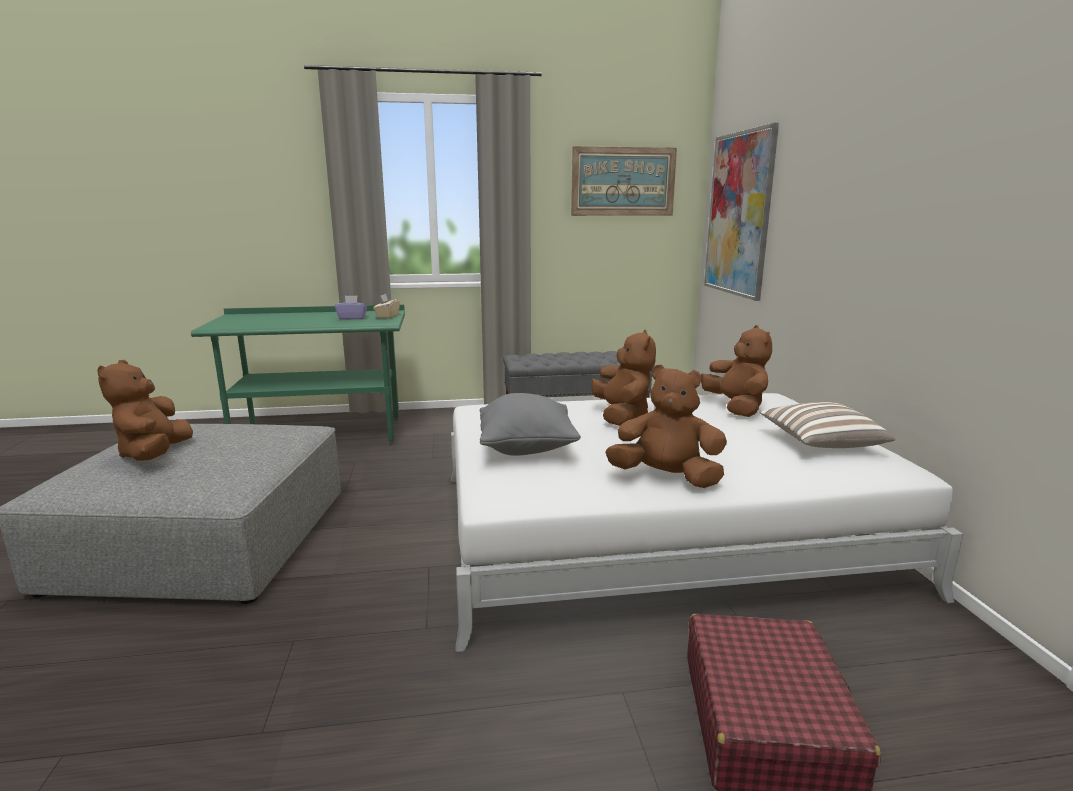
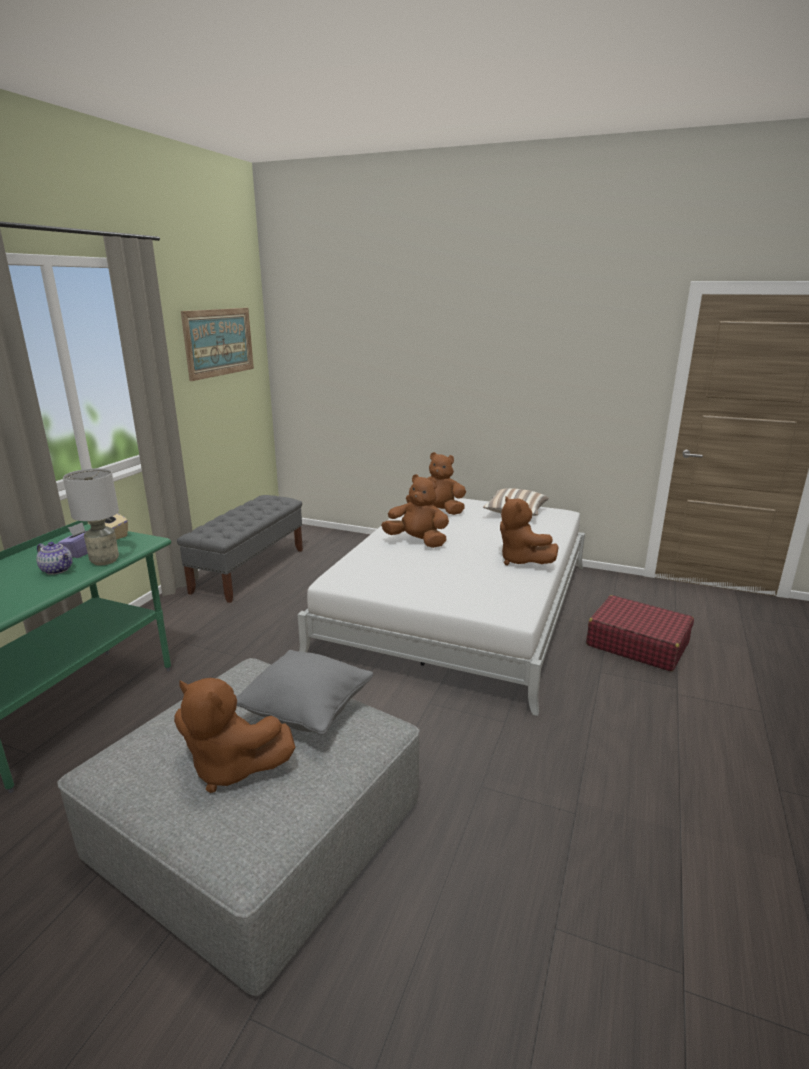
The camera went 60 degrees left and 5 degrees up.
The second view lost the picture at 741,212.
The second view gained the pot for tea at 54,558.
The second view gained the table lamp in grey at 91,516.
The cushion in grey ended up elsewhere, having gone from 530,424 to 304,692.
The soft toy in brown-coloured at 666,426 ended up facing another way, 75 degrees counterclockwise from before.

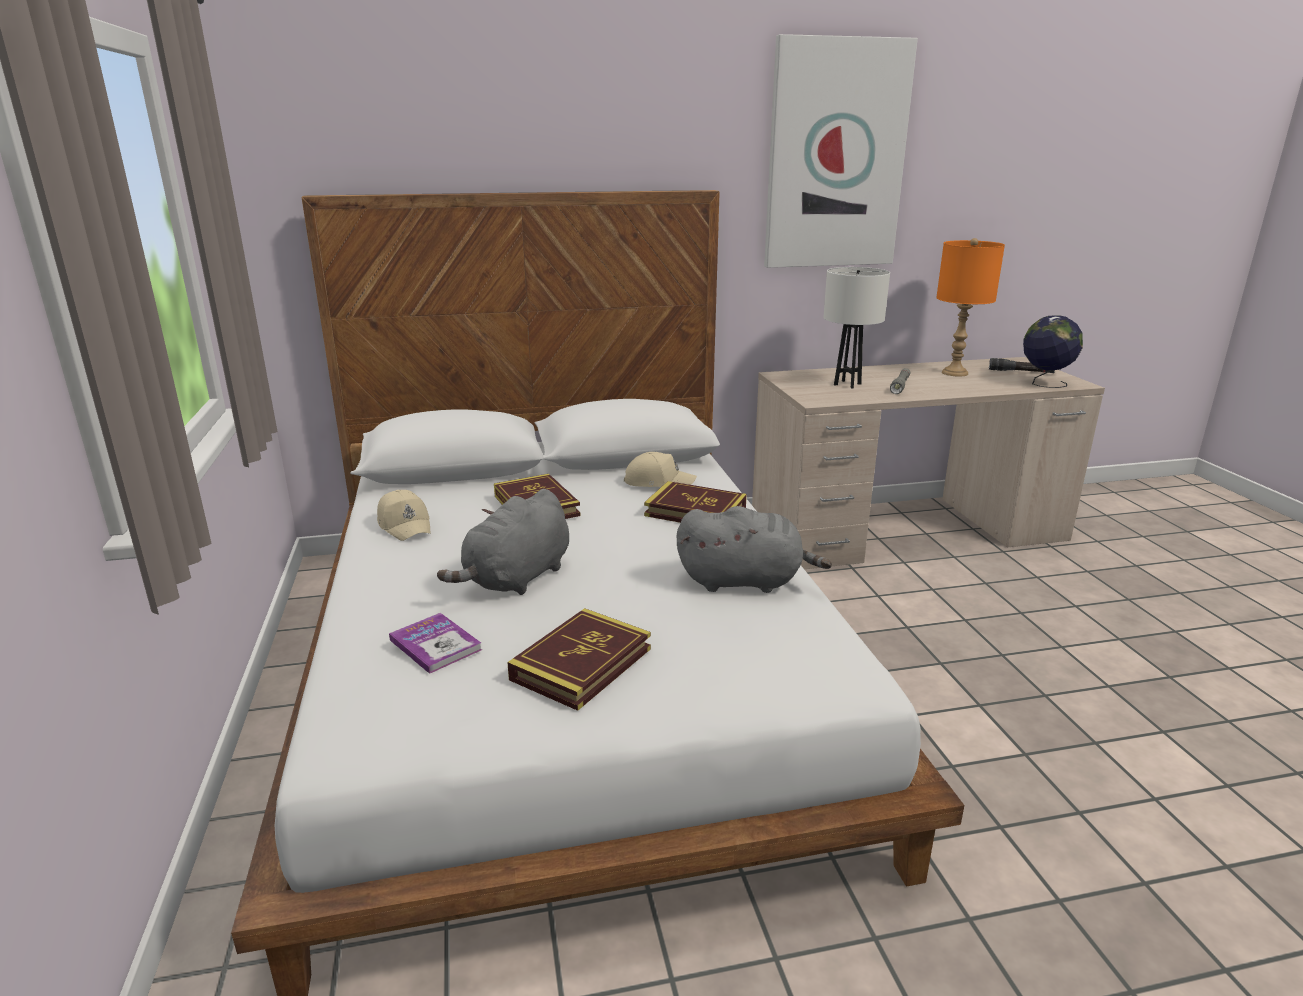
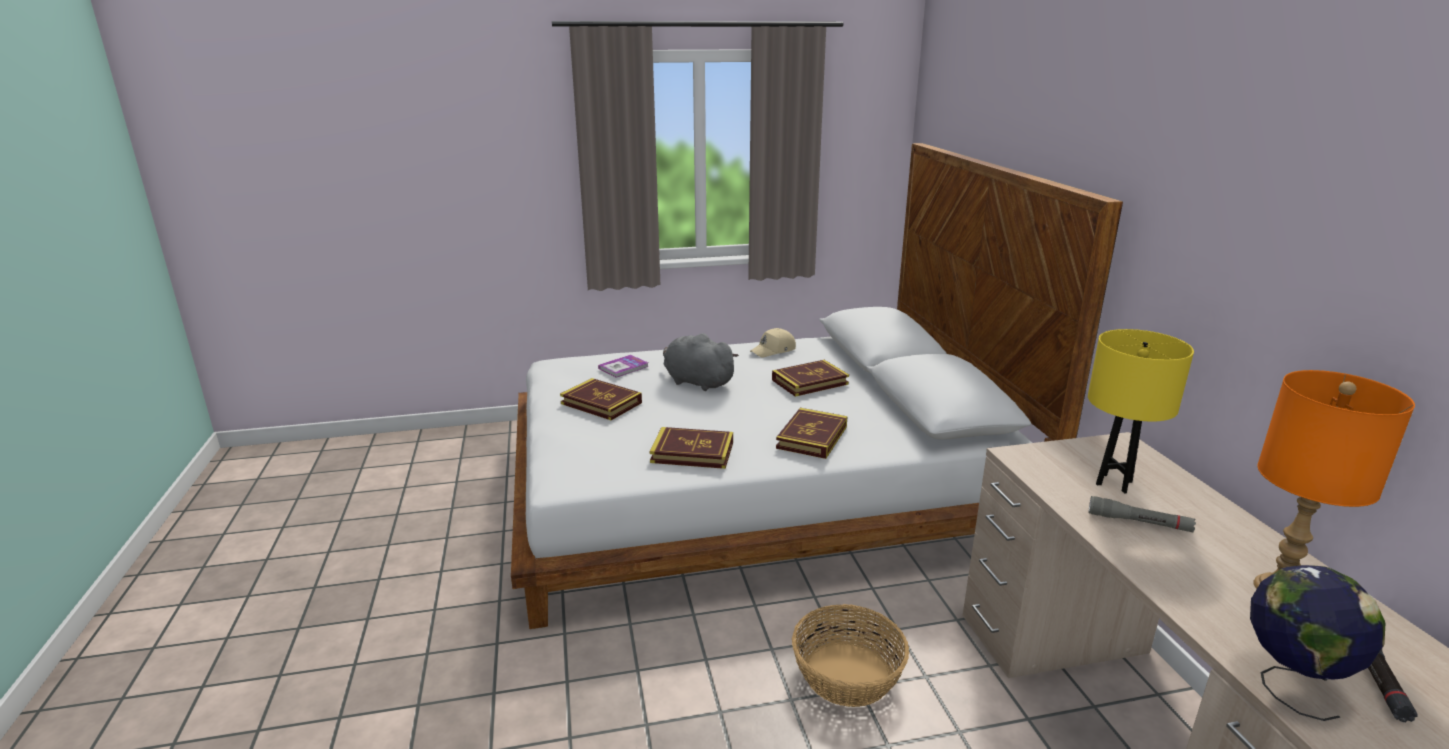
The camera went 90 degrees right and 0 degrees up.
The second view lost the cap in sand-coloured at 660,469.
The second view lost the picture at 841,151.
The second view gained the basket at 850,655.
Where the soft toy in grey stood at 754,549, the volume came to stand at 691,448.
What was the table lamp in white at 856,328 turned into the table lamp in yellowish at 1141,411.

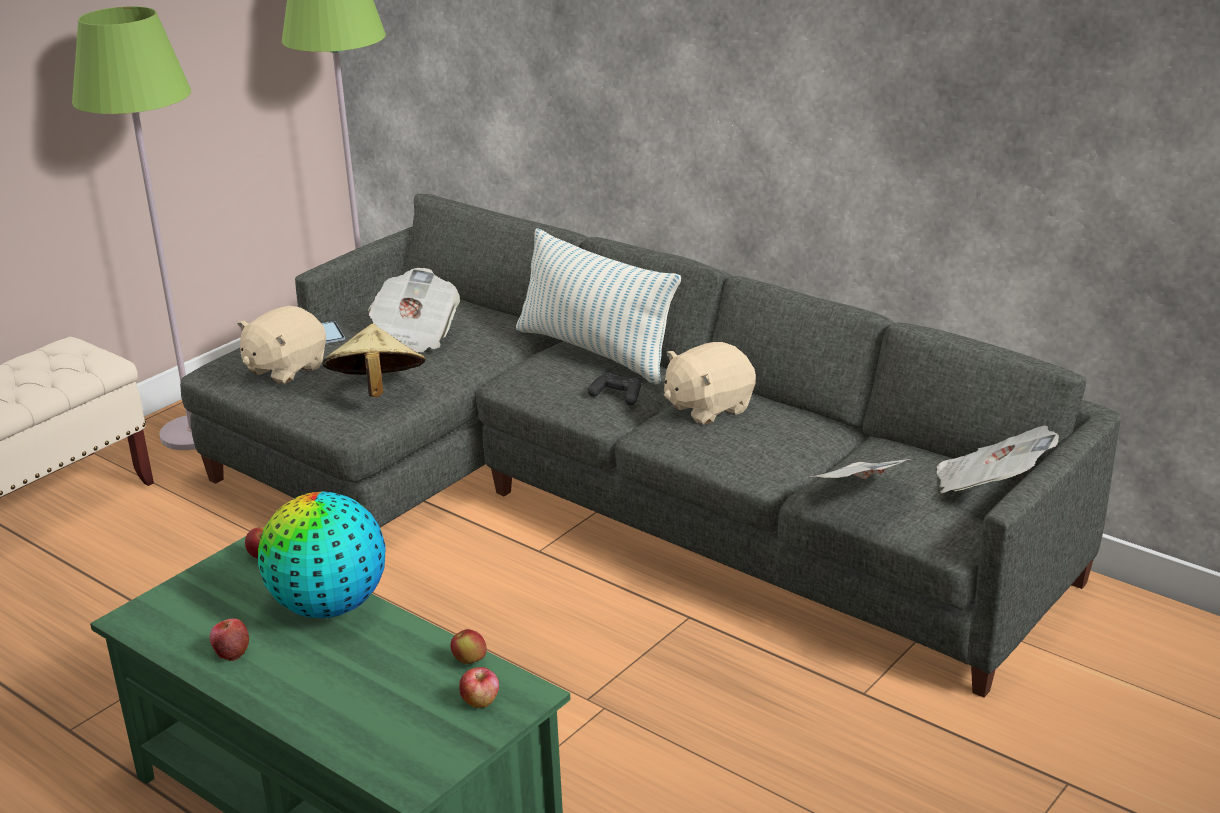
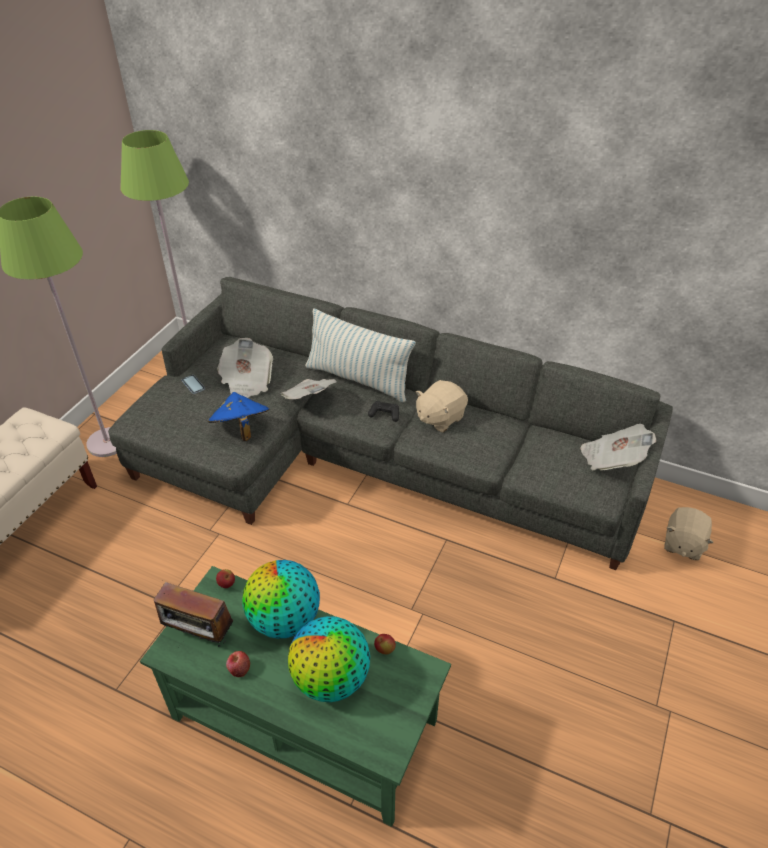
The camera went 15 degrees left and 15 degrees up.
The second view lost the apple fruit at 479,687.
The second view gained the radio at 193,615.
The second view gained the globe at 329,659.
The soft toy in sand-coloured ended up elsewhere, having gone from 281,345 to 688,533.
The printed paper ended up elsewhere, having gone from 863,468 to 308,389.
What was the wearable hat in sand-coloured at 374,360 turned into the wearable hat in bluish at 239,416.

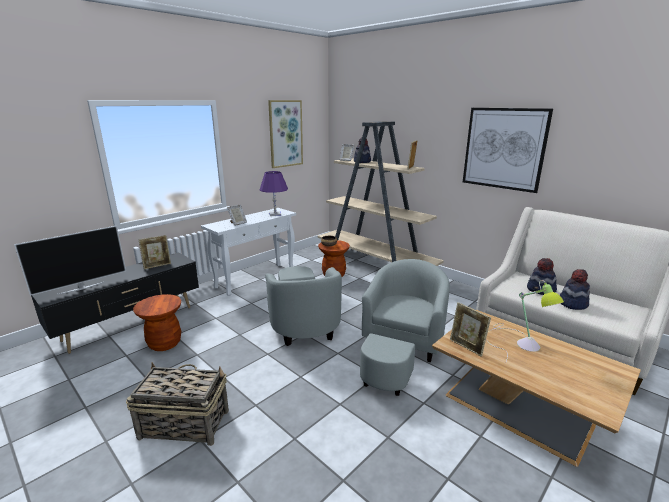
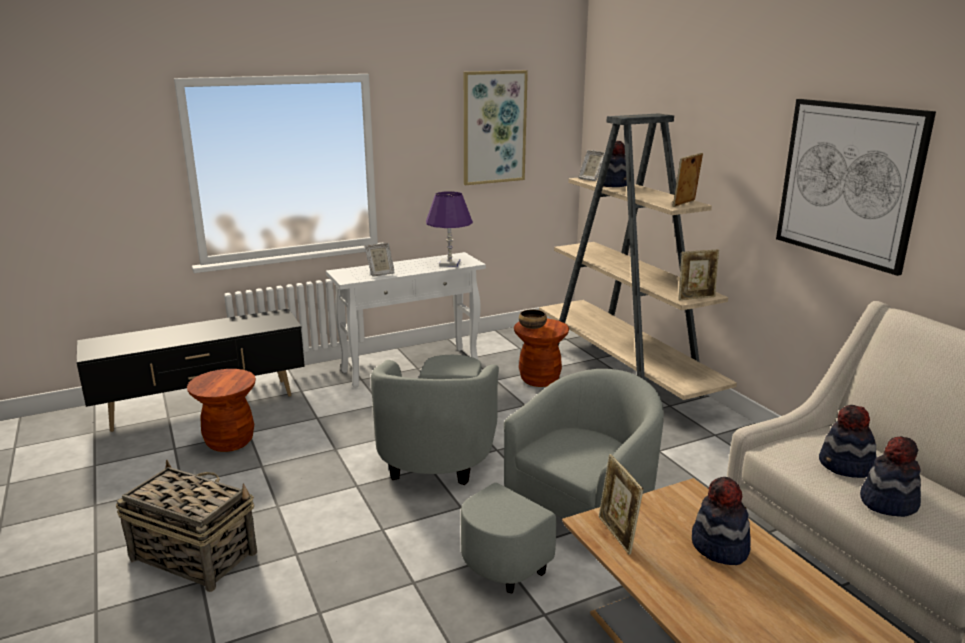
The camera went 20 degrees right and 0 degrees up.
The second view lost the TV at 70,261.
The photo frame ended up elsewhere, having gone from 155,252 to 698,275.
Where the table lamp stood at 525,321, the wearable hat came to stand at 721,521.

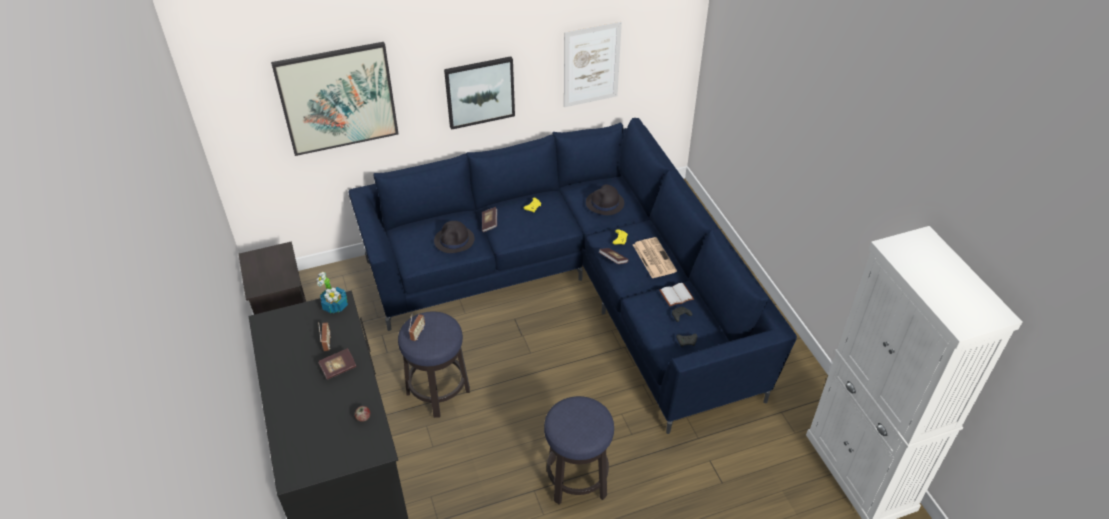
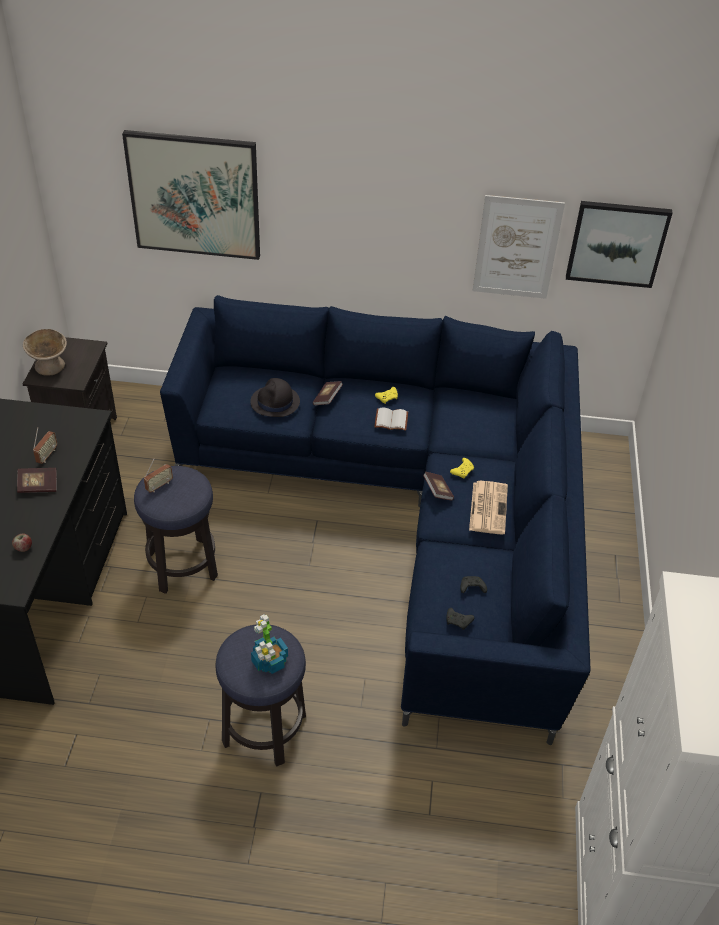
The camera went 25 degrees right and 0 degrees up.
The second view lost the wearable hat in black at 605,199.
The second view gained the bowl in sand-coloured at 45,352.
The potted plant ended up elsewhere, having gone from 332,292 to 269,644.
The picture ended up elsewhere, having gone from 479,93 to 619,244.
The volume in white ended up elsewhere, having gone from 676,294 to 391,419.

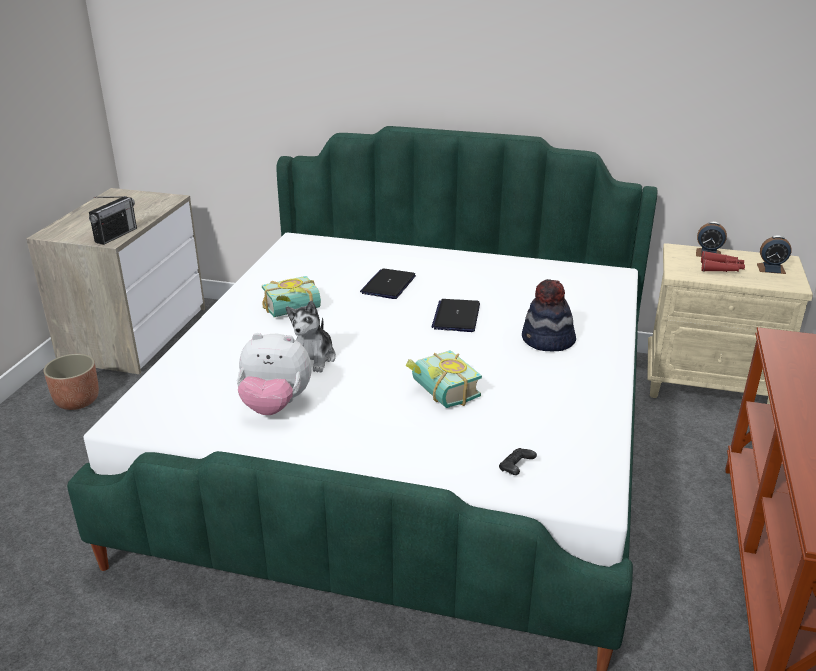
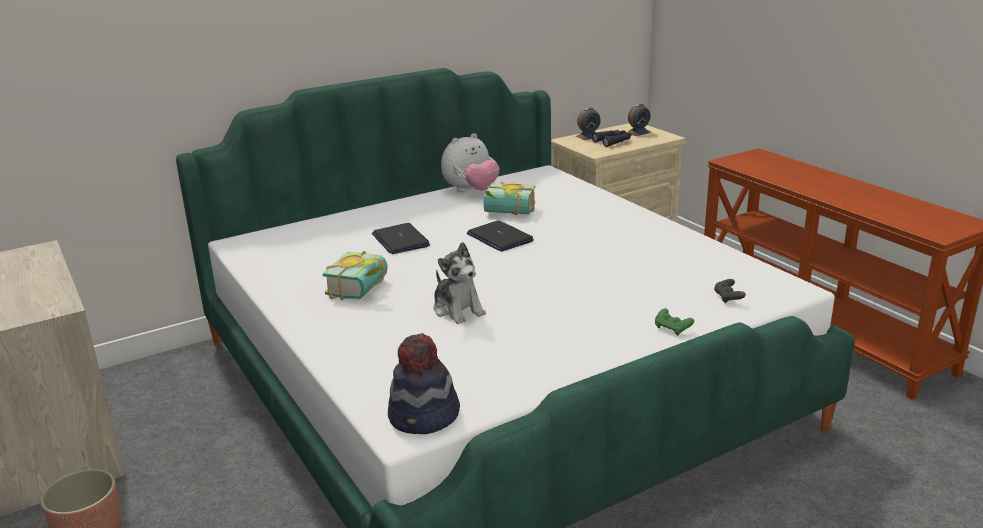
The camera went 45 degrees left and 5 degrees down.
The second view lost the radio at 113,220.
The second view gained the gamepad in greenish at 674,321.
The soft toy ended up elsewhere, having gone from 274,374 to 470,162.
The volume ended up elsewhere, having gone from 444,379 to 509,198.
The wearable hat ended up elsewhere, having gone from 549,315 to 424,383.
What was the pair of binoculars in red at 723,261 turned into the pair of binoculars in black at 611,138.

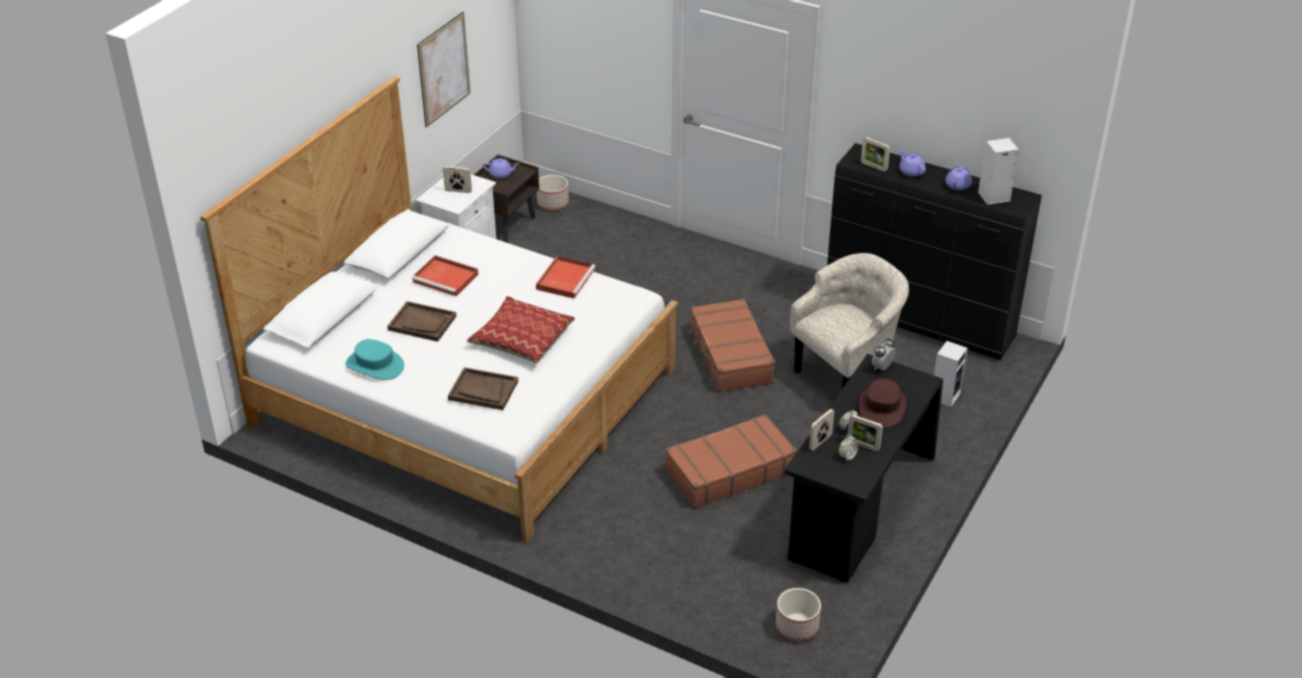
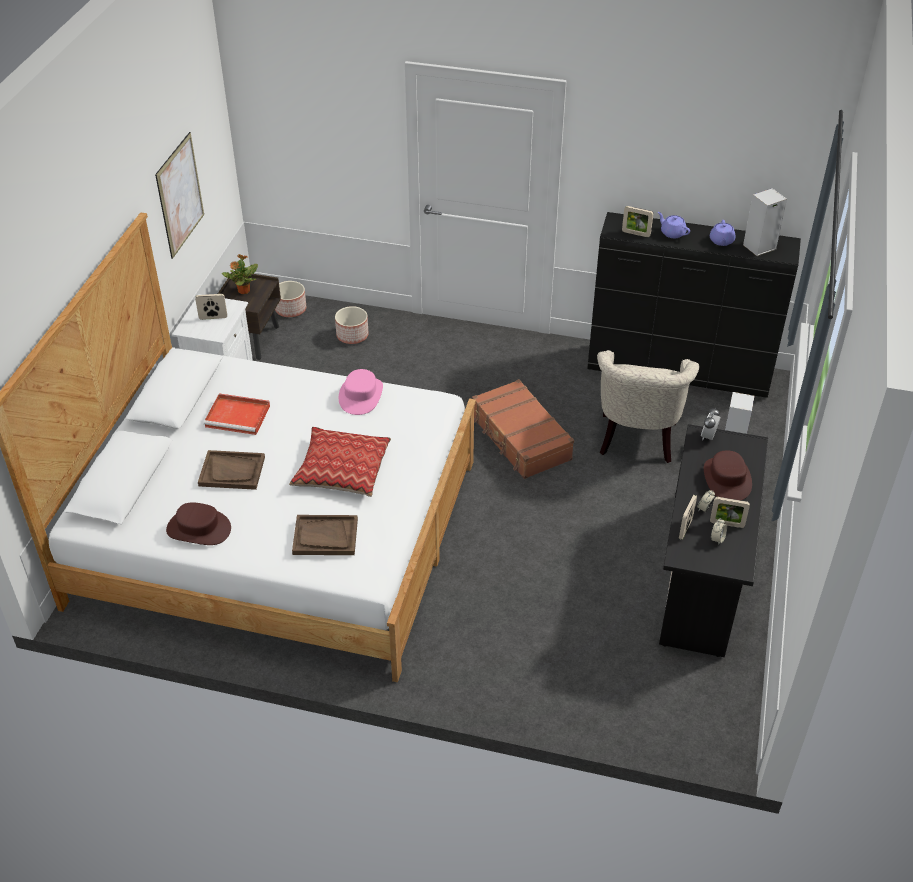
The camera went 15 degrees left and 5 degrees up.
The second view lost the suitcase in brown-coloured at 731,461.
The flower pot ended up elsewhere, having gone from 798,614 to 352,325.
Where the pot for tea in purplish stood at 501,168, the potted plant came to stand at 240,274.
Where the tray in red stood at 566,277, the wearable hat in pinkish came to stand at 361,392.
What was the wearable hat in blue-green at 374,359 turned into the wearable hat in brown-coloured at 198,523.
The lounge chair in sand-coloured at 849,320 ended up facing another way, 150 degrees clockwise from before.

